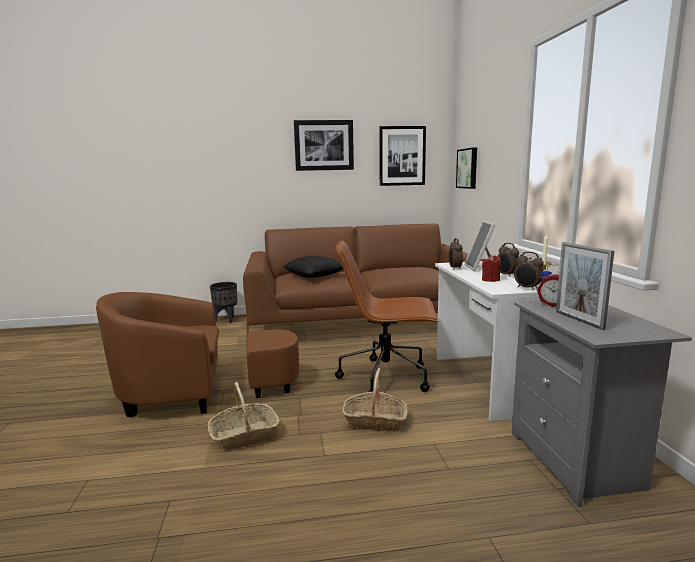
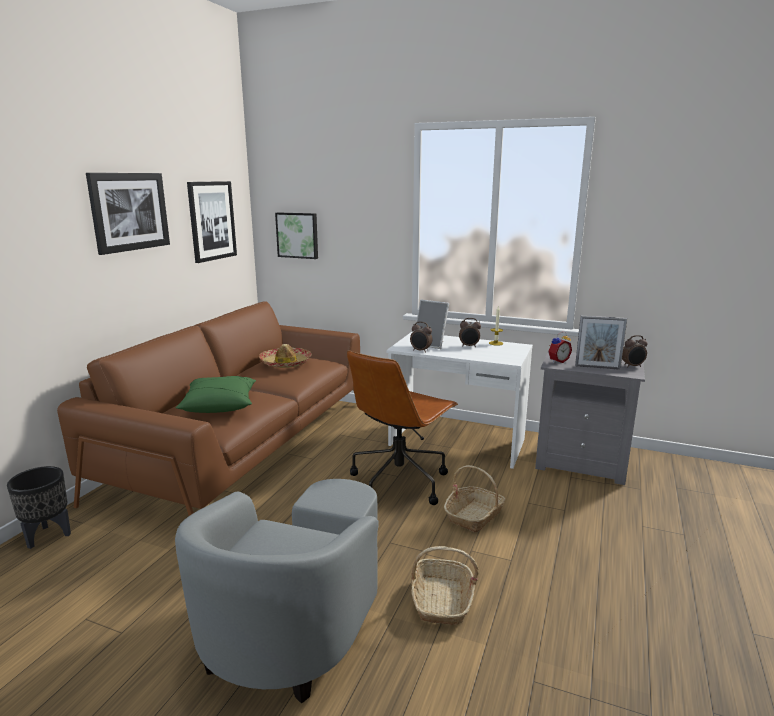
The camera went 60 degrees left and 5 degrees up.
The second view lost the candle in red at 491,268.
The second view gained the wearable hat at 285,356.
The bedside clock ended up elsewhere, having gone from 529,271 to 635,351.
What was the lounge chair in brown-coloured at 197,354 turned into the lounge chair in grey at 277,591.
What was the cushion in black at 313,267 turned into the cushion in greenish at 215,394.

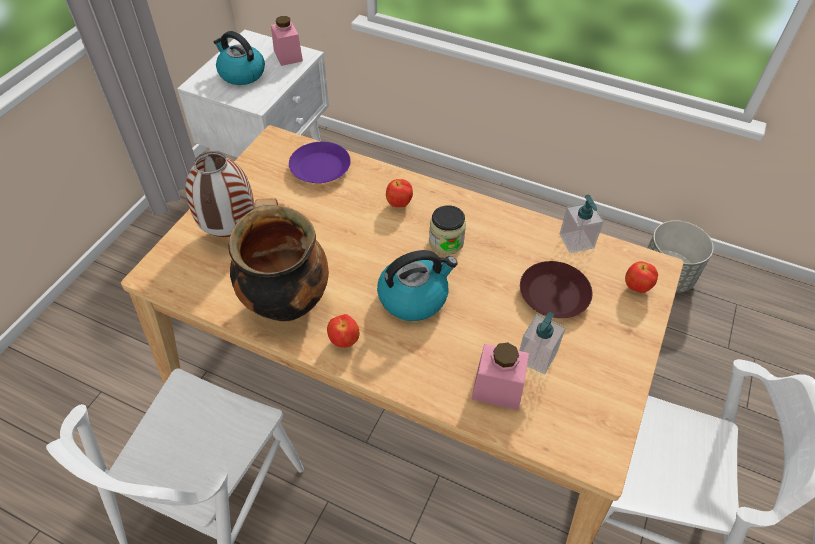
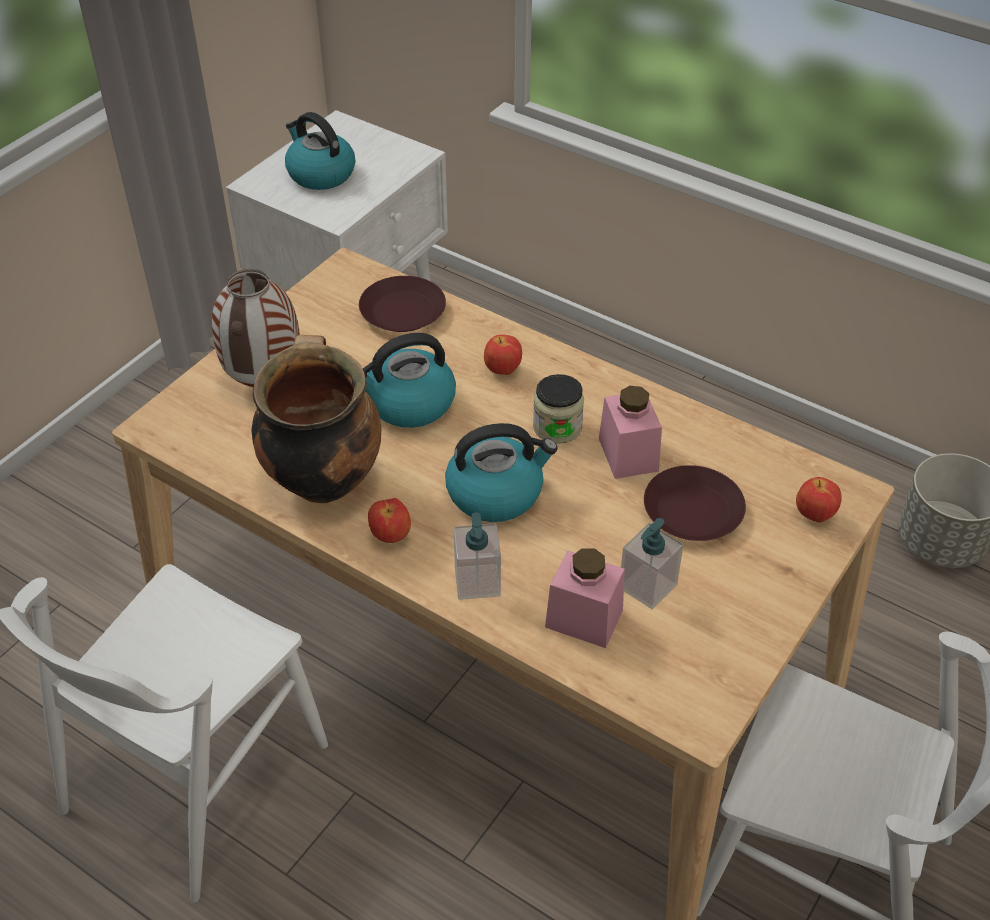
The camera went 10 degrees right and 5 degrees down.
The second view gained the tea kettle at 409,380.
The jar in pinkish ended up elsewhere, having gone from 287,41 to 630,432.
The soap dispenser ended up elsewhere, having gone from 581,224 to 477,556.
What was the flat dish in purplish at 320,162 turned into the flat dish in brown-coloured at 402,304.

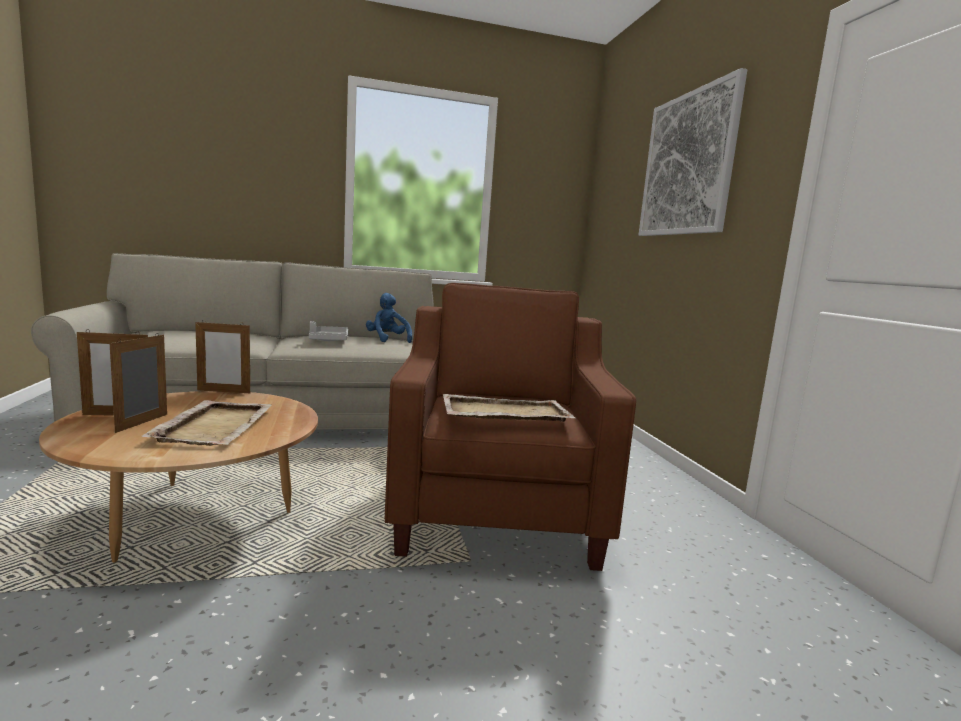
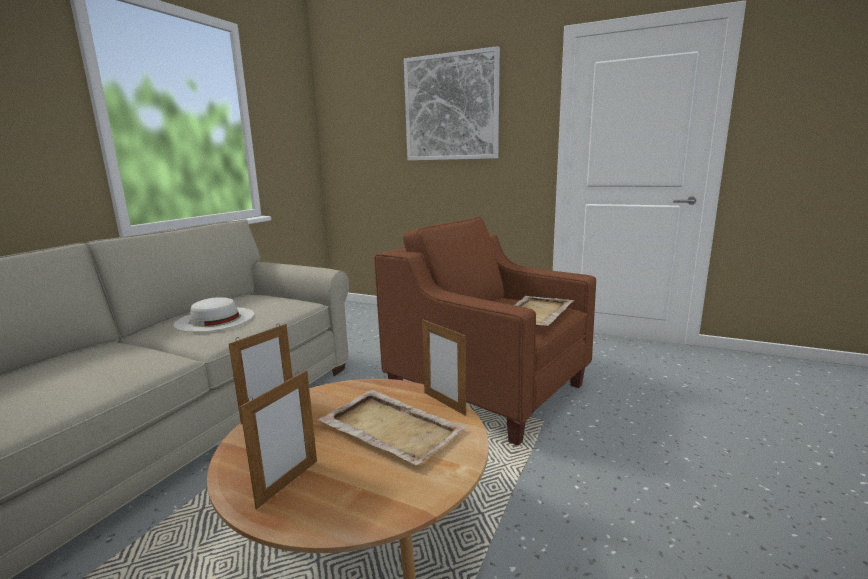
The camera went 50 degrees left and 5 degrees up.
The second view lost the soft toy in bluish at 389,318.
The photo frame ended up elsewhere, having gone from 138,384 to 444,367.
Where the tray in grey stood at 328,331, the wearable hat in white came to stand at 214,314.

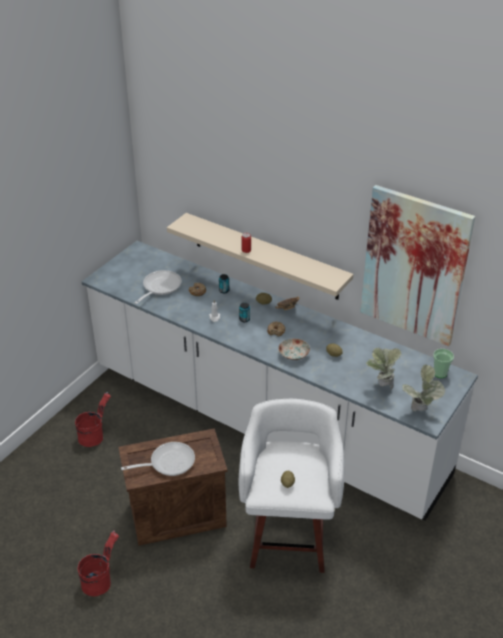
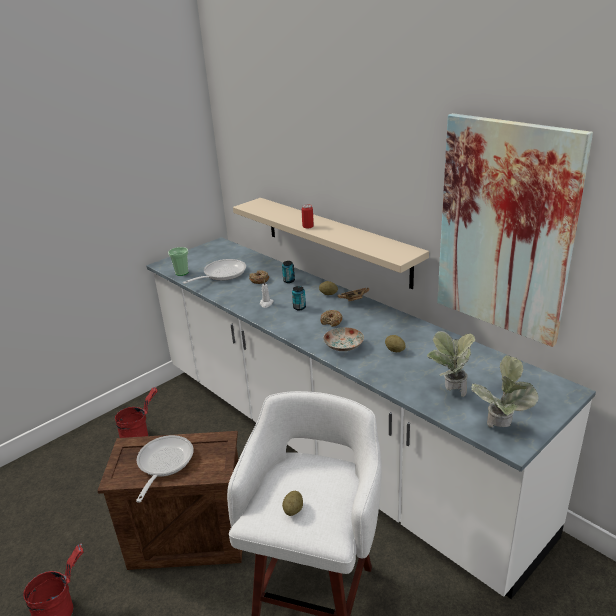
The camera went 15 degrees right and 10 degrees down.
The small cup ended up elsewhere, having gone from 443,363 to 178,261.
The skillet at 158,459 ended up facing another way, 75 degrees counterclockwise from before.

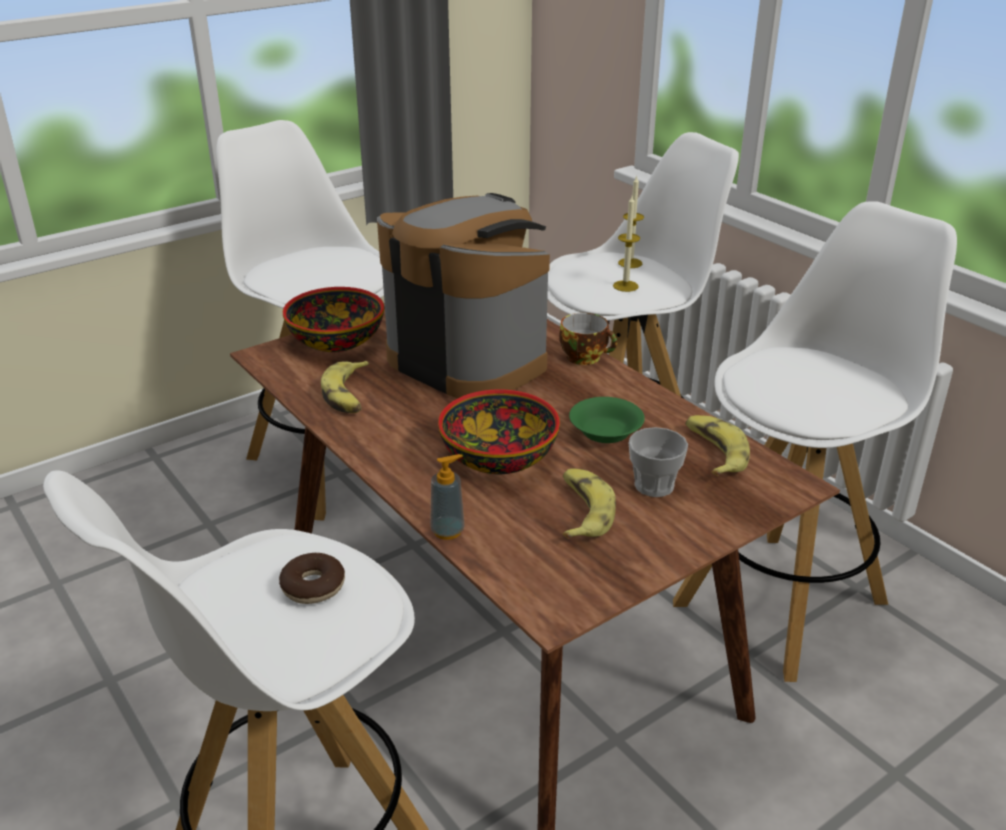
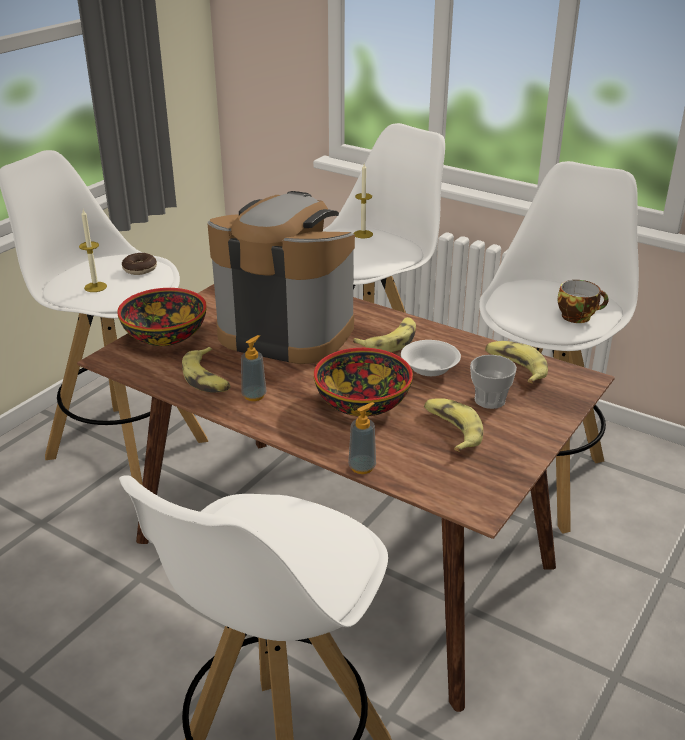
The camera went 20 degrees left and 0 degrees up.
The second view gained the soap dispenser at 253,368.
The second view gained the banana at 384,334.
The donut ended up elsewhere, having gone from 312,578 to 139,264.
The small cup ended up elsewhere, having gone from 588,339 to 583,301.
The candle ended up elsewhere, having gone from 626,244 to 93,251.
What was the bowl in greenish at 607,420 turned into the bowl in white at 431,358.

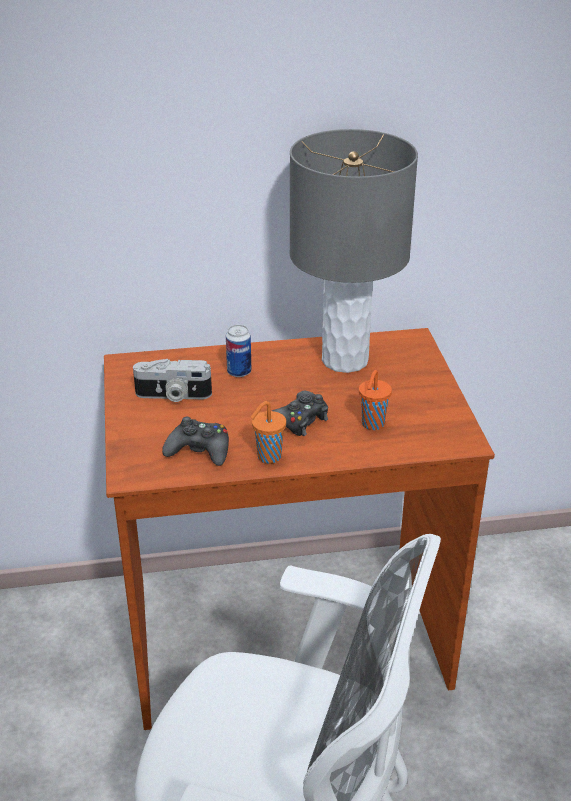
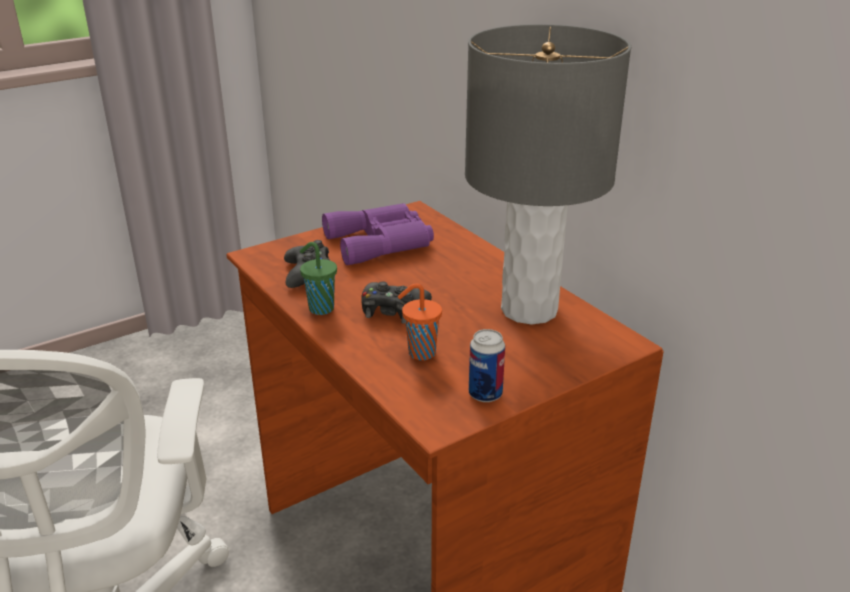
The camera went 65 degrees right and 5 degrees down.
The sealed can ended up elsewhere, having gone from 238,351 to 487,365.
Where the still camera stood at 172,380, the pair of binoculars in purplish came to stand at 378,234.
What was the small cup in orangey at 268,432 turned into the small cup in greenish at 318,278.

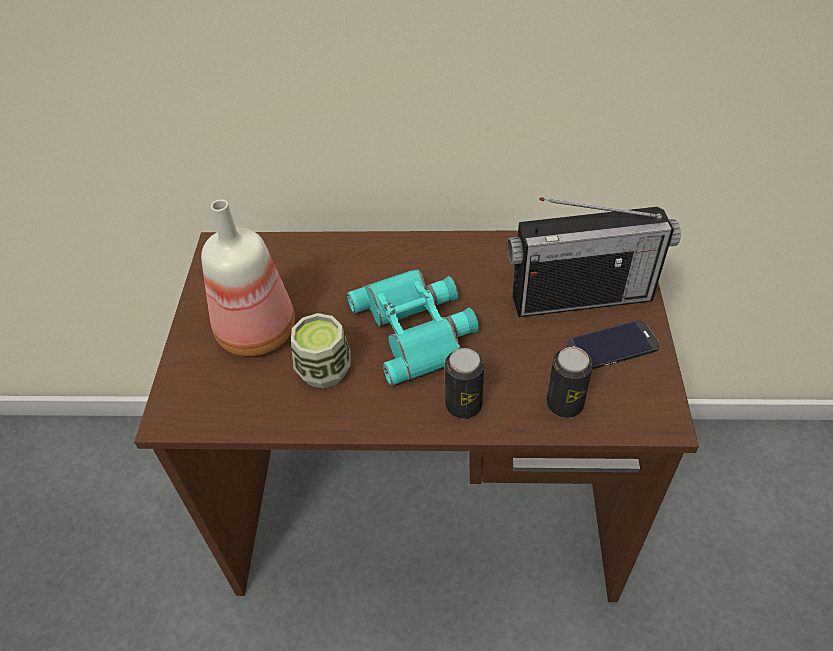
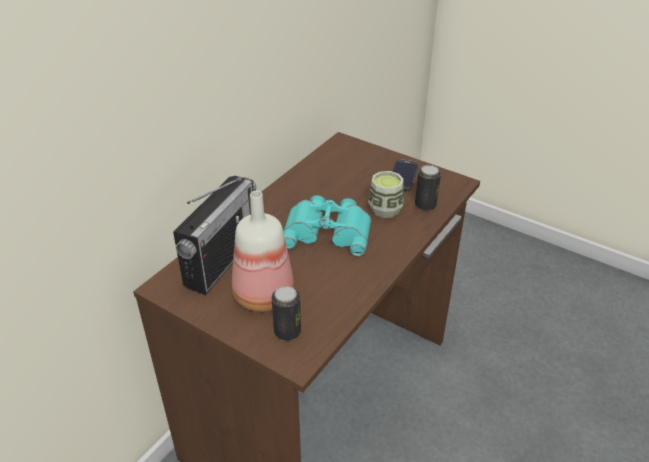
The camera went 60 degrees left and 10 degrees down.
The small cup ended up elsewhere, having gone from 321,351 to 386,194.
The sealed can ended up elsewhere, having gone from 464,383 to 286,313.
The radio ended up elsewhere, having gone from 594,257 to 214,235.

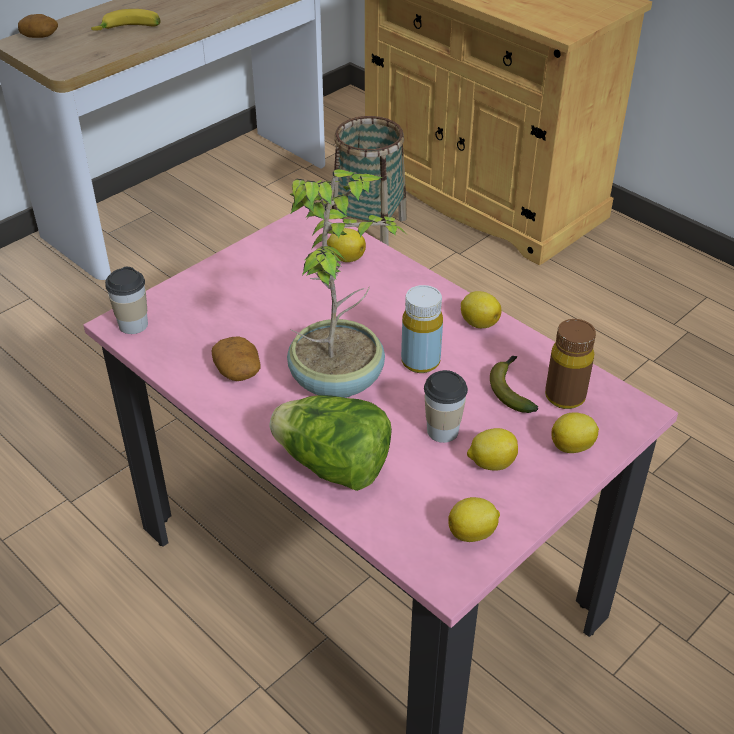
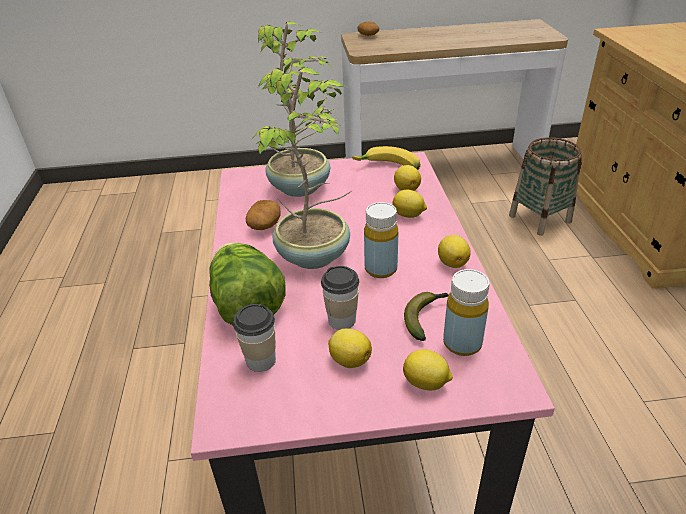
The camera went 40 degrees right and 5 degrees down.
The second view gained the potted plant at 295,109.
The banana ended up elsewhere, having gone from 126,20 to 386,158.
The small cup ended up elsewhere, having gone from 126,300 to 254,338.
The lemon ended up elsewhere, having gone from 474,519 to 409,204.
What was the beverage bottle in brown-coloured at 570,364 turned into the beverage bottle in yellowish at 466,312.

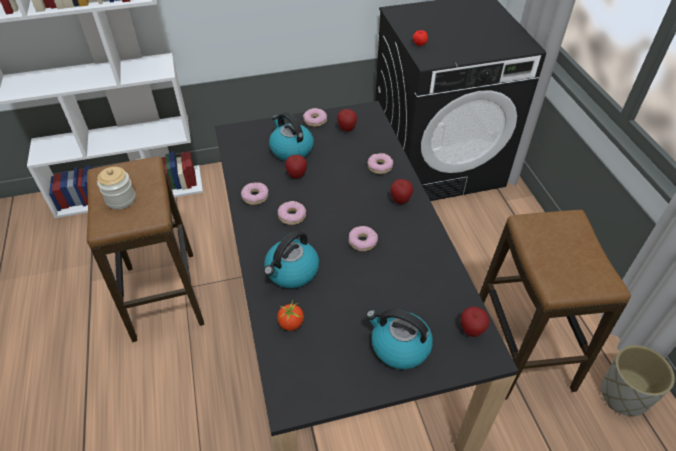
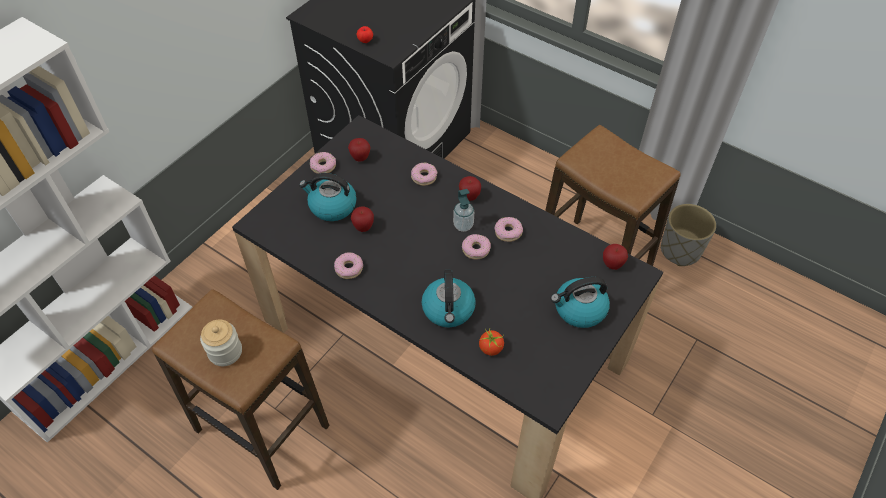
The camera went 40 degrees left and 5 degrees up.
The second view gained the soap dispenser at 463,210.
The donut ended up elsewhere, having gone from 292,213 to 508,229.

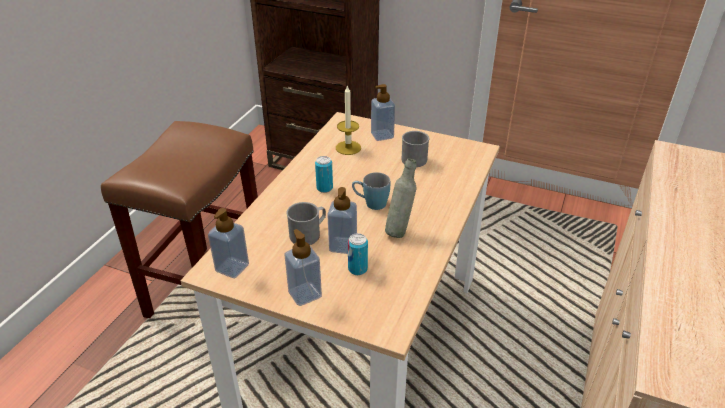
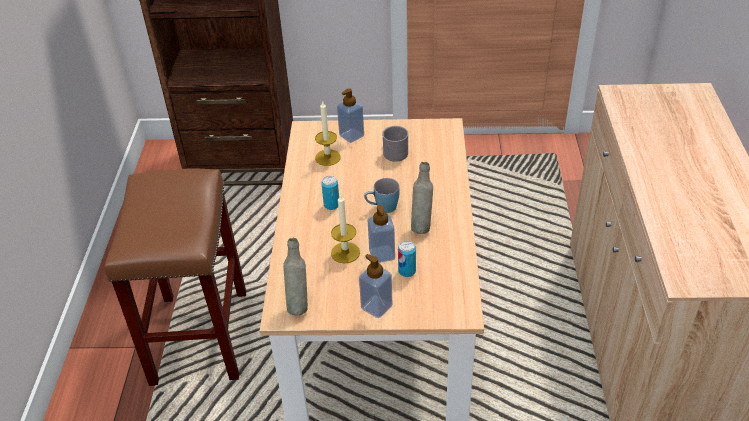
The camera went 20 degrees left and 5 degrees up.
Where the soap dispenser stood at 228,243, the beverage bottle in grey came to stand at 295,276.
Where the mug in grey stood at 306,223, the candle came to stand at 345,229.

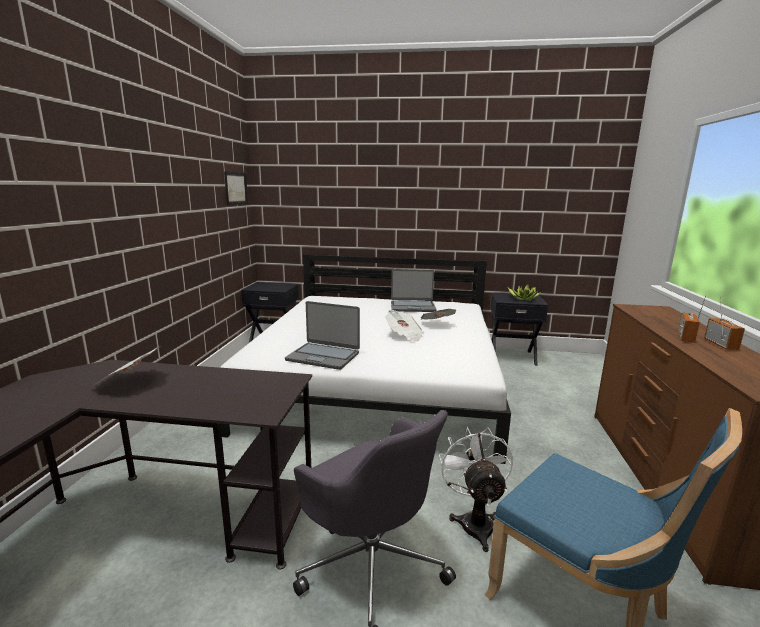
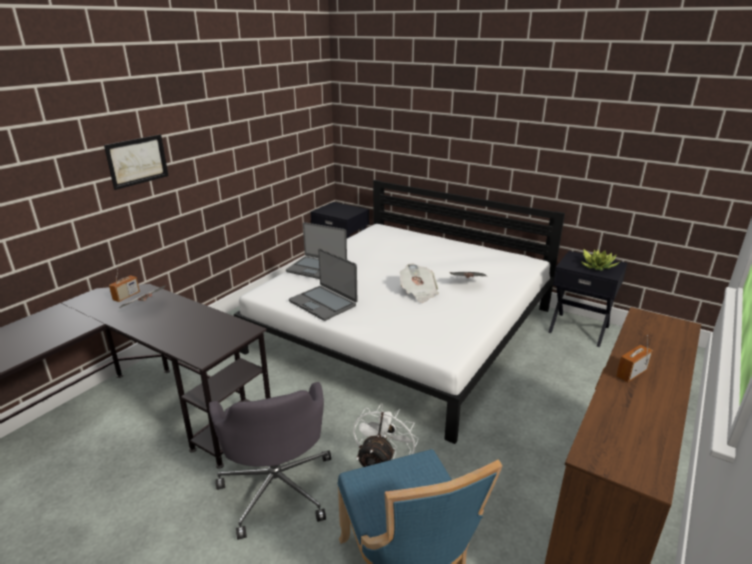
The camera went 25 degrees right and 10 degrees up.
The picture ended up elsewhere, having gone from 236,188 to 136,162.
The notebook computer ended up elsewhere, having gone from 414,290 to 316,250.
The radio ended up elsewhere, having gone from 724,323 to 124,282.

